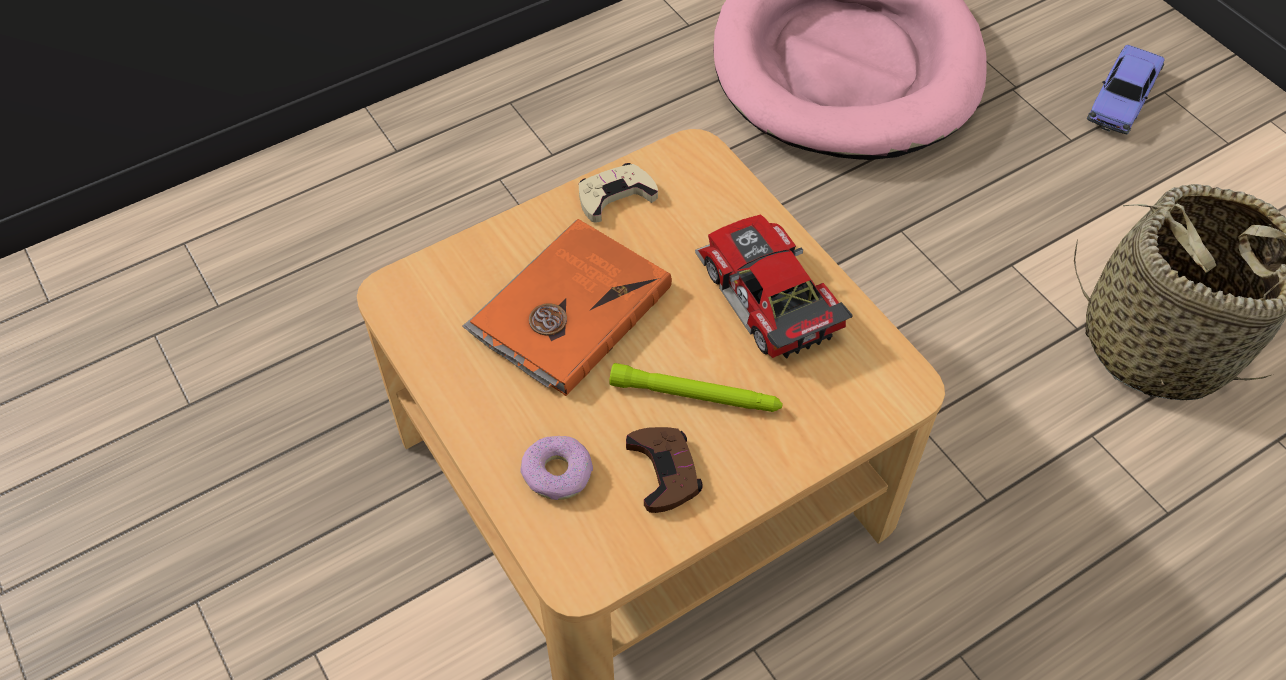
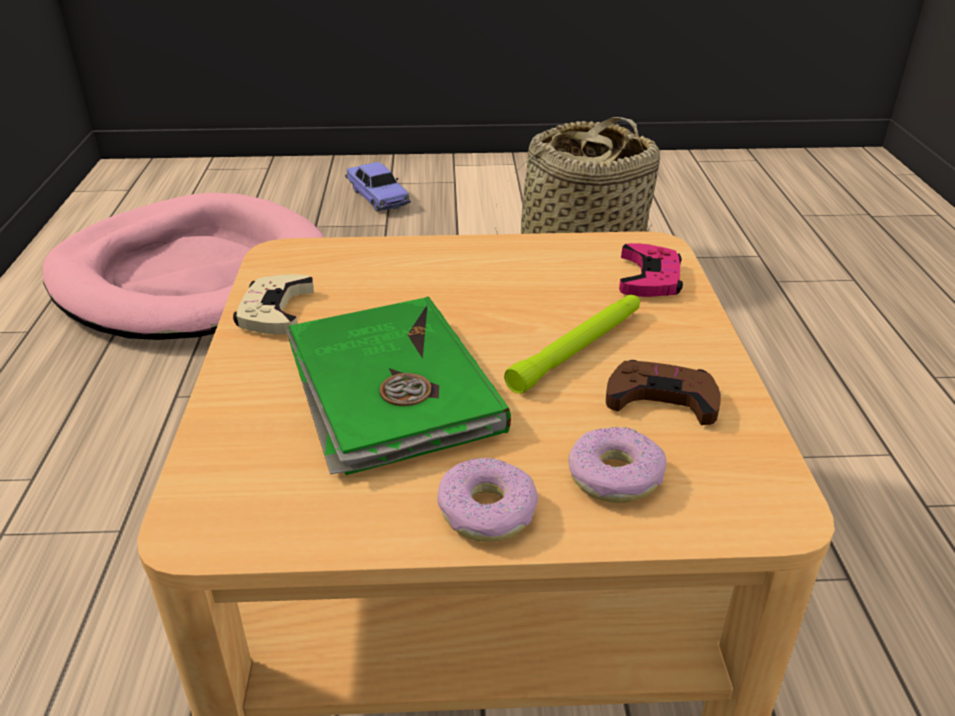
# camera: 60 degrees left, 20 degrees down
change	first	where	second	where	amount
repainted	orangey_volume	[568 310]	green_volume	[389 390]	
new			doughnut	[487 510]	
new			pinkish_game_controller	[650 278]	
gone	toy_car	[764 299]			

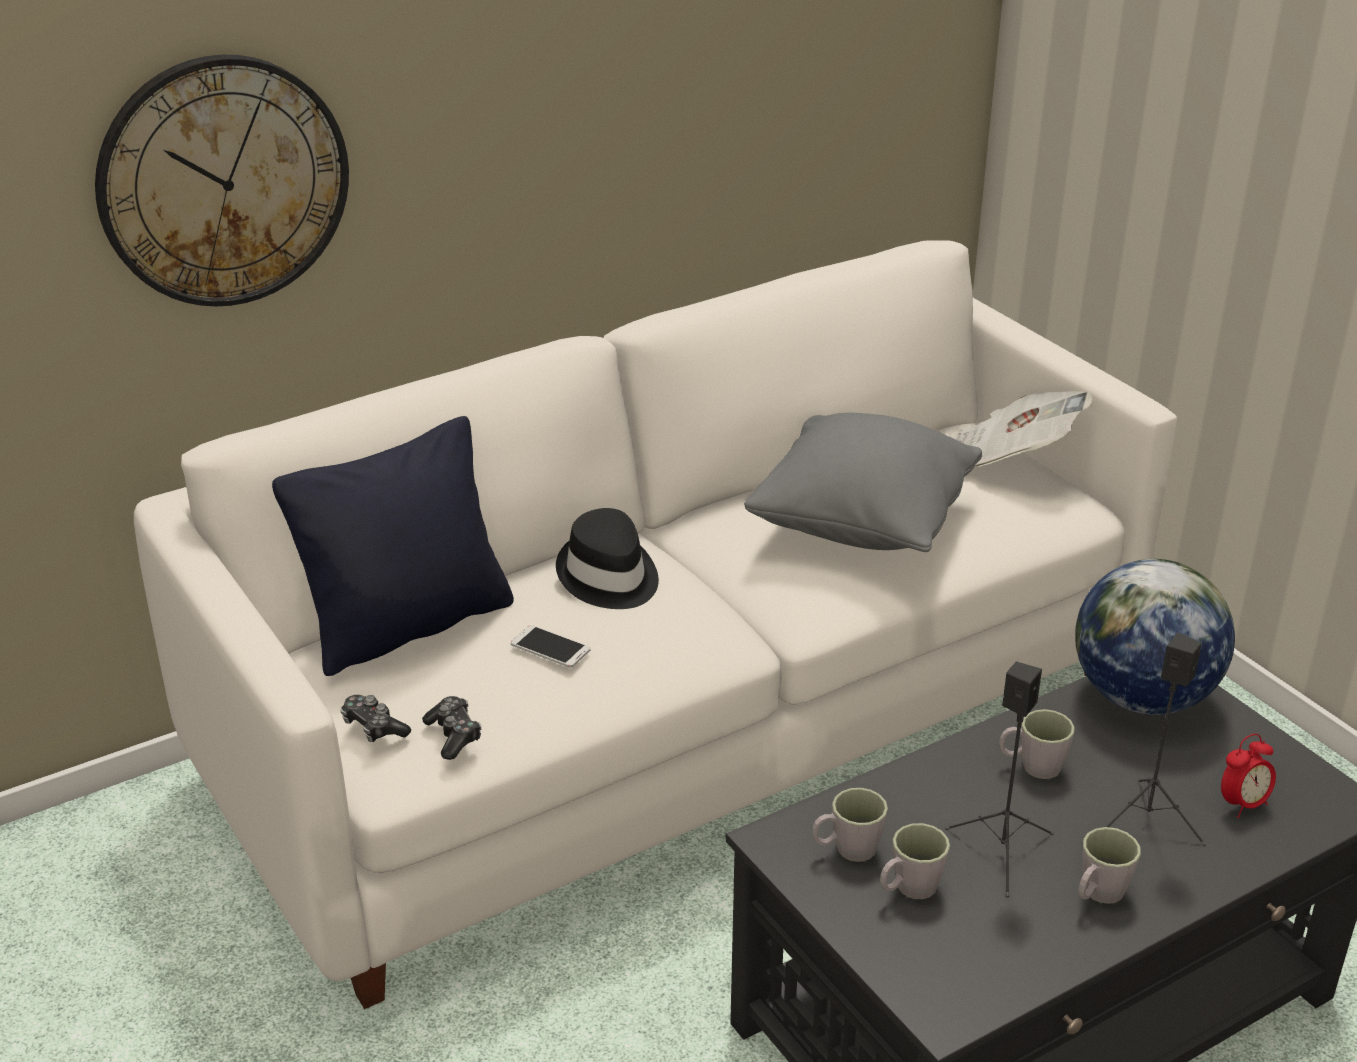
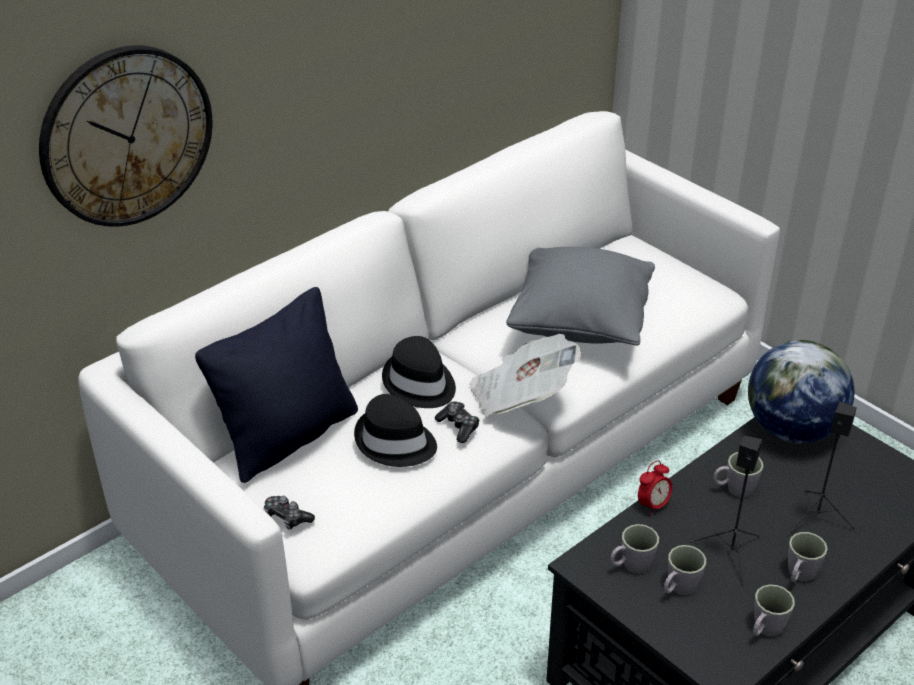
# camera: 10 degrees left, 5 degrees up
change	first	where	second	where	amount
swapped	handset	[550 647]	blackish_wearable_hat	[395 442]	
shifted	game_controller	[454 735]		[458 426]	
shifted	newspaper	[1010 457]		[521 396]	
shifted	alarm_clock	[1243 804]		[653 505]	
new			greyish_tea_mug	[765 629]	

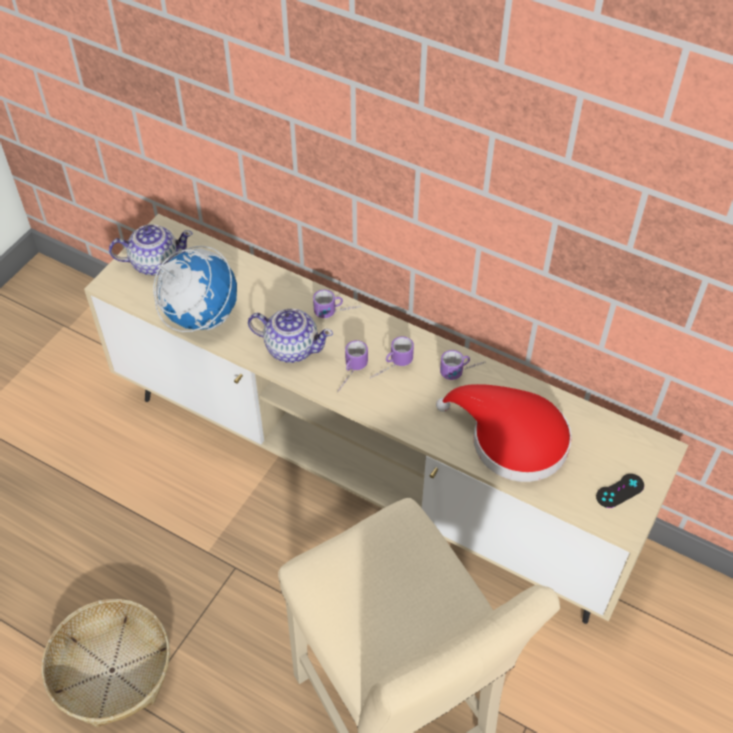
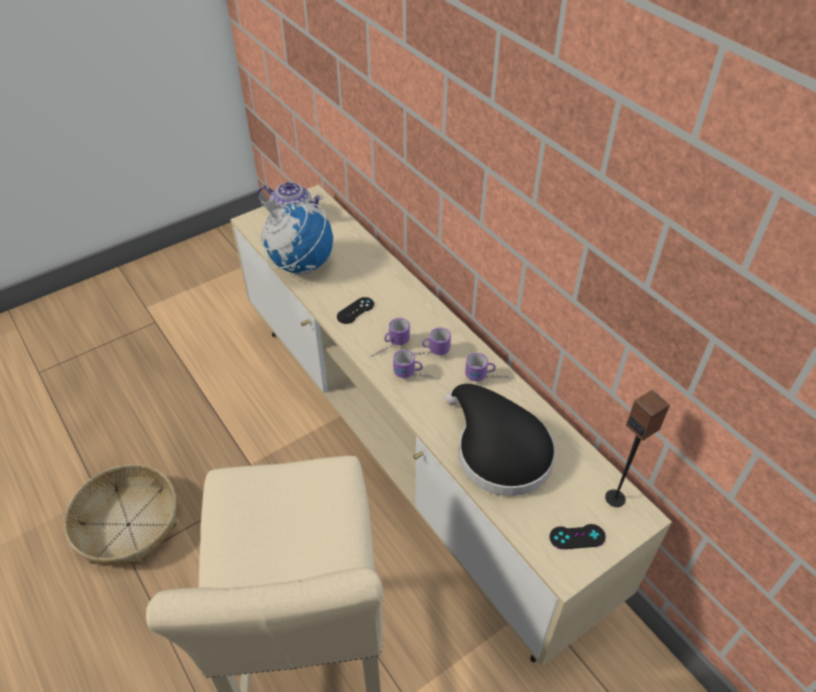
# camera: 25 degrees right, 5 degrees down
change	first	where	second	where	amount
swapped	tea_pot	[291 347]	blackish_game_controller	[355 310]	
shifted	tea_mug	[337 312]		[416 377]	
repainted	red-coloured_wearable_hat	[511 439]	blackish_wearable_hat	[498 451]	
new			speaker	[615 498]	

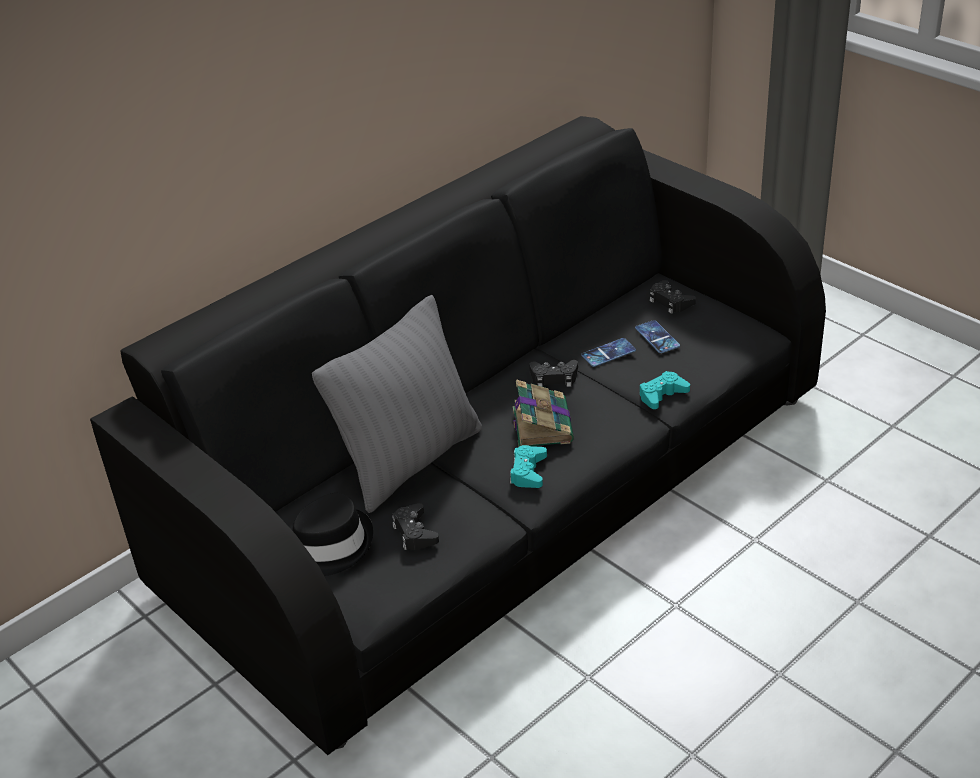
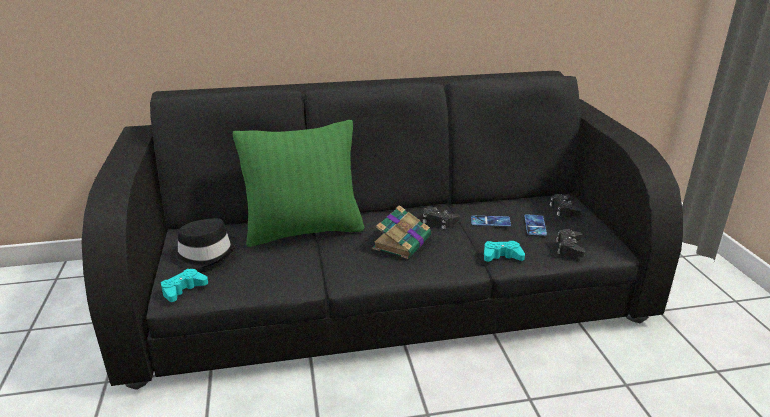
# camera: 30 degrees right, 10 degrees down
change	first	where	second	where	amount
shifted	turquoise_game_controller	[528 472]		[183 289]	
repainted	greyish_throw_pillow	[410 461]	green_throw_pillow	[304 231]	
shifted	blackish_game_controller	[415 532]		[569 247]	

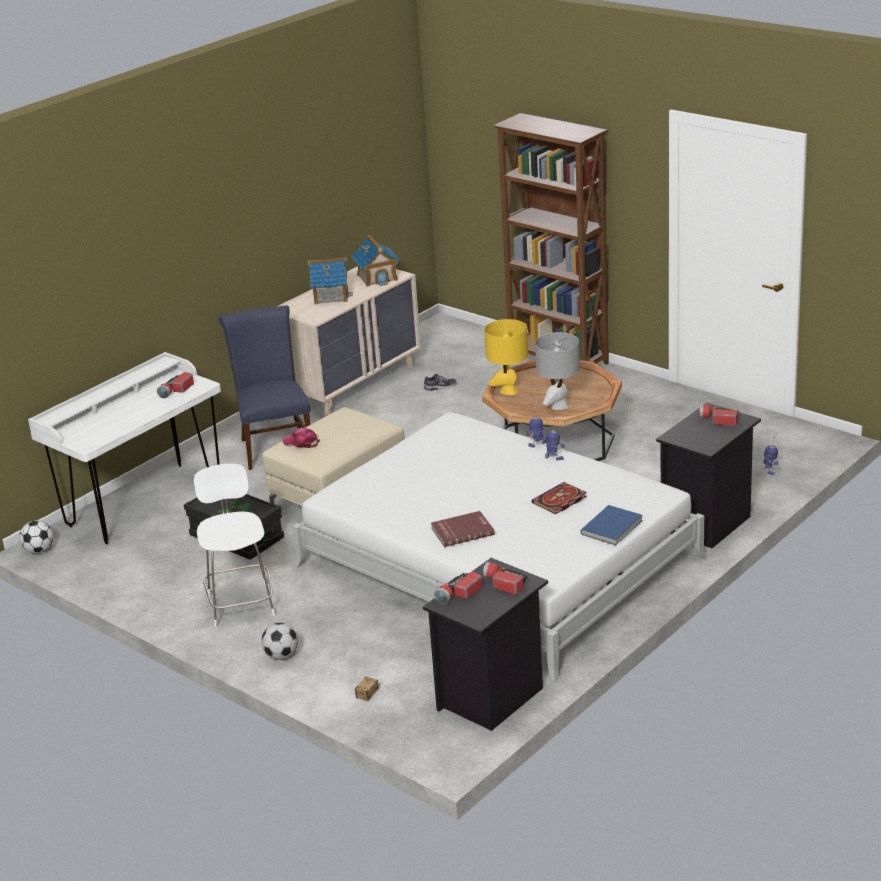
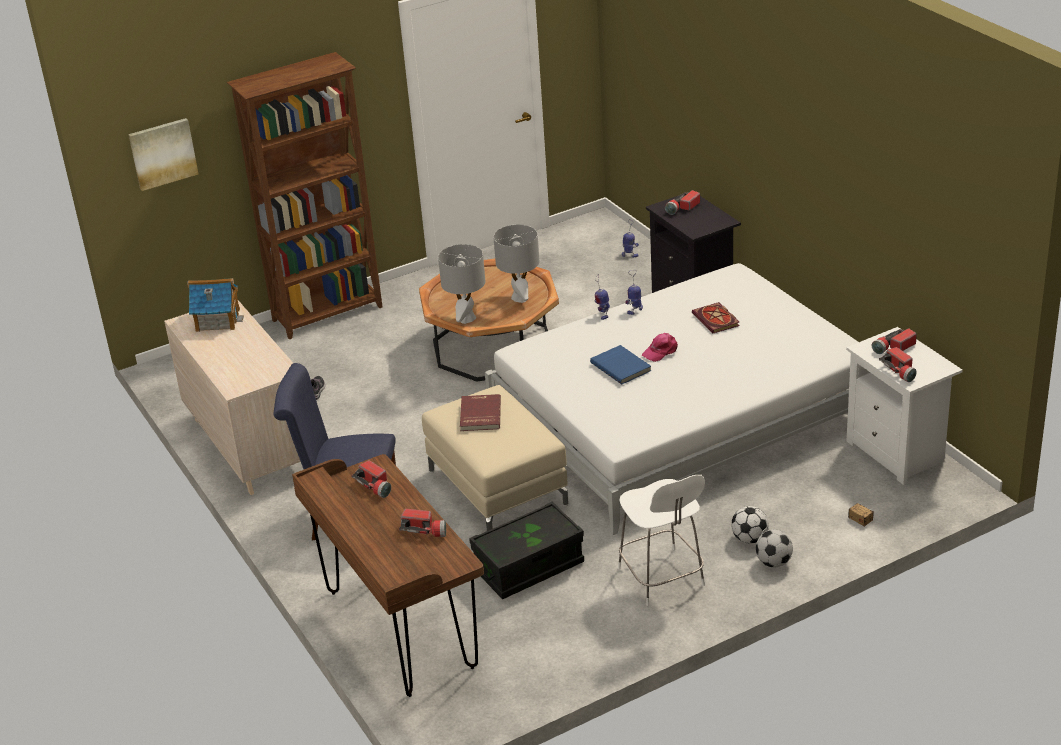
# camera: 70 degrees left, 5 degrees up
change	first	where	second	where	amount
new			wall_art	[163 153]	
repainted	white_desk	[144 503]	brown_desk	[399 630]	
new			hand_torch	[424 530]	
repainted	yellow_tabletop_lamp	[508 391]	greyish_tabletop_lamp	[466 318]	
shifted	red-coloured_volume	[462 531]		[479 415]	
shifted	blue_volume	[612 527]		[621 366]	
rotated	white_chair	[241 603]		[662 578]	120 degrees counterclockwise
shifted	pinkish_cap	[301 442]		[661 351]	
shifted	football_ball	[39 550]		[749 539]	
repainted	blackish_night_table	[492 698]	white_night_table	[898 452]	
gone	miniature_house	[330 296]			

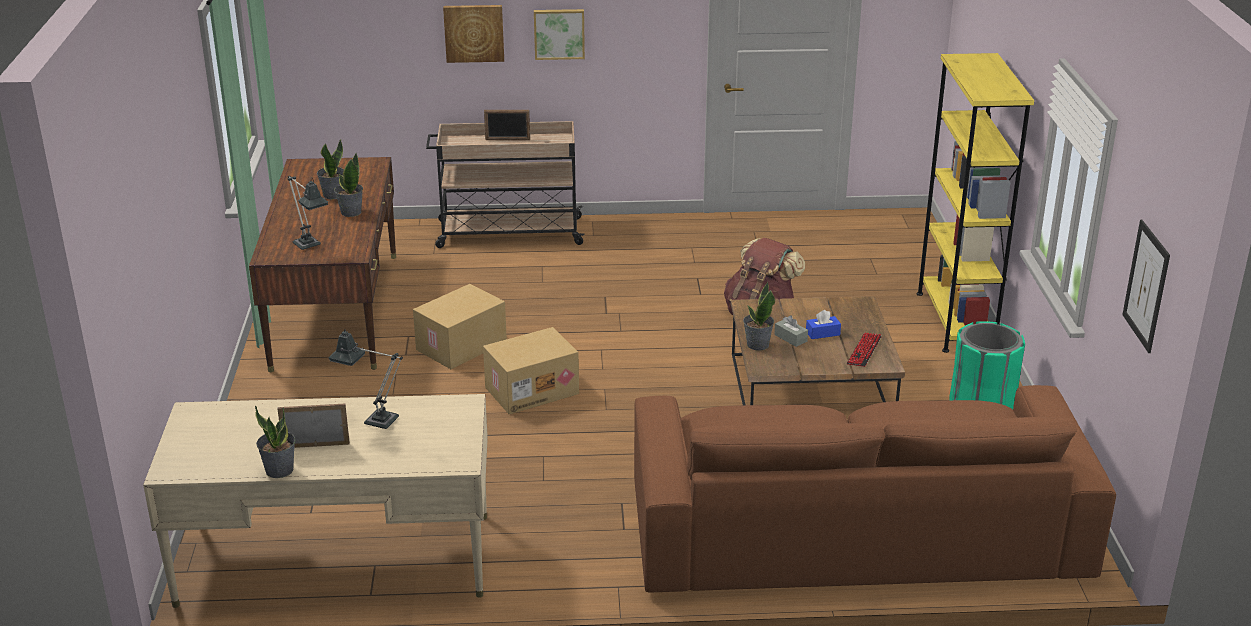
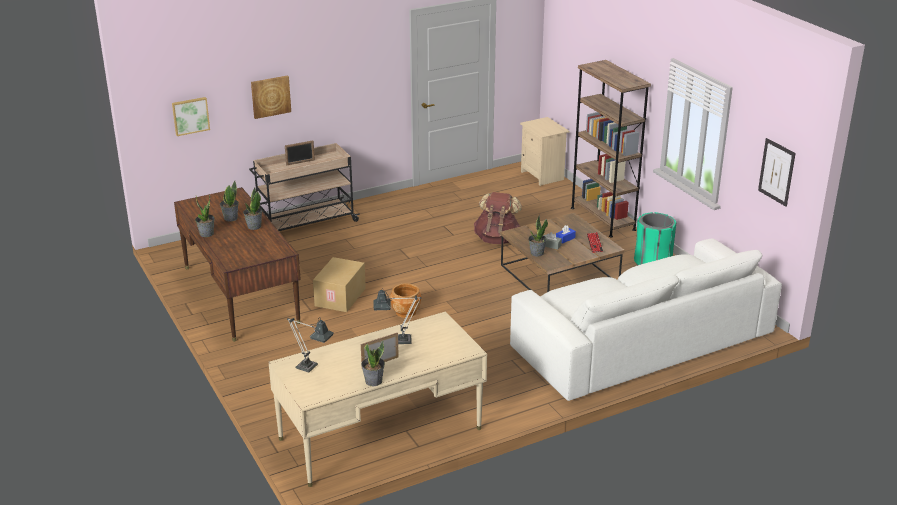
# camera: 25 degrees left, 0 degrees up
change	first	where	second	where	amount
shifted	wall_art	[559 33]		[190 115]	
new			houseplant	[206 234]	
shifted	tabletop_lamp	[309 246]		[311 368]	
swapped	carton	[532 390]	brown_planter	[406 312]	
repainted	brown_settee	[855 528]	white_settee	[641 340]	
new			beige_night_table	[543 175]	
repainted	yellow_bookcase	[955 321]	brown_bookcase	[602 219]	

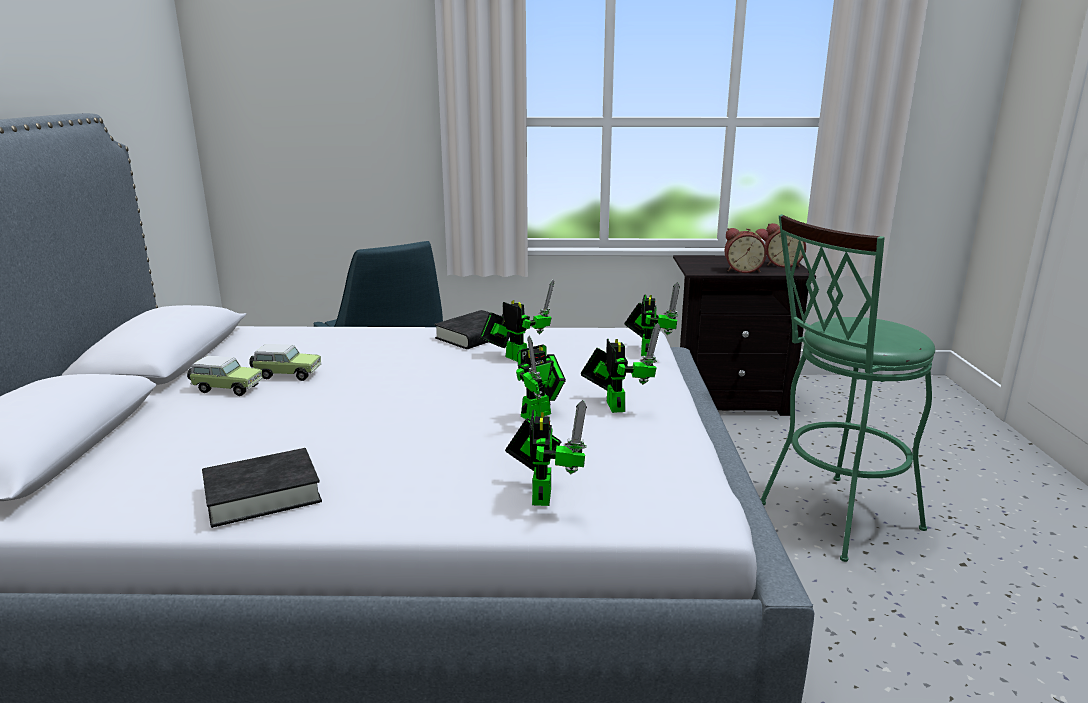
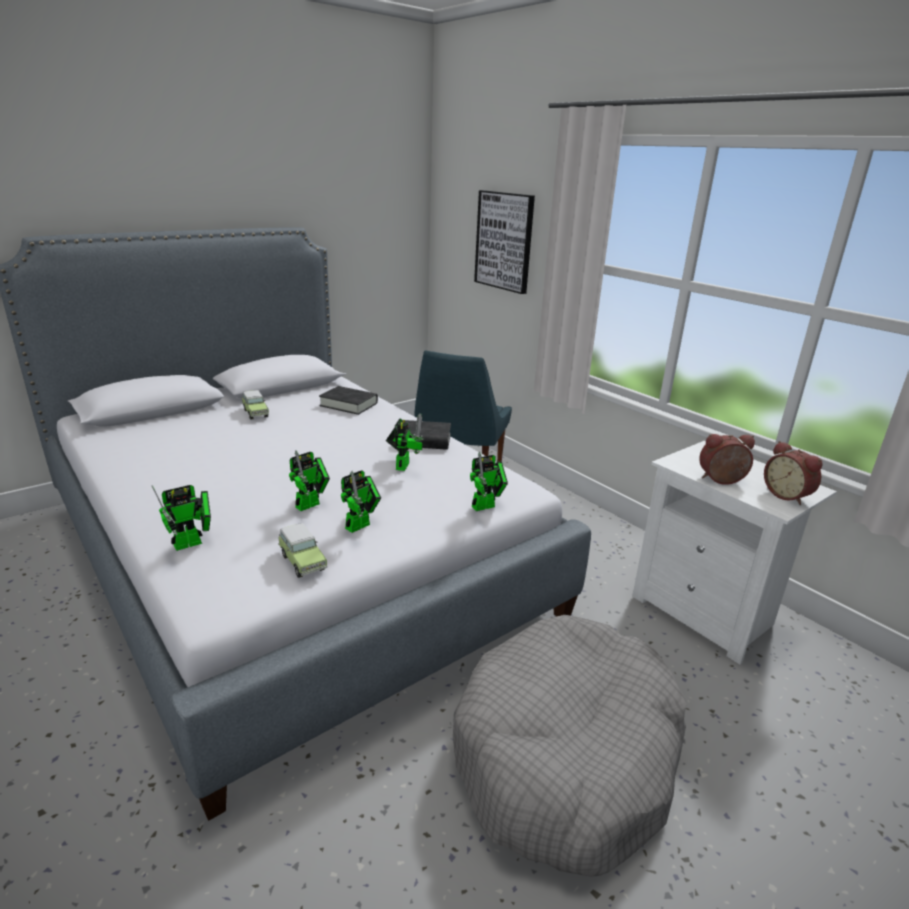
# camera: 50 degrees right, 5 degrees up
change	first	where	second	where	amount
shifted	toy_car	[286 375]		[302 561]	
rotated	robot_figure	[540 413]		[311 504]	60 degrees counterclockwise
shifted	blackish_volume	[262 494]		[348 404]	
swapped	green_stool	[829 519]	greyish_pet_bed	[566 755]	
new			wall_art	[504 241]	
repainted	blackish_night_table	[729 399]	white_night_table	[706 612]	
rotated	alarm_clock	[743 270]		[722 481]	120 degrees clockwise

